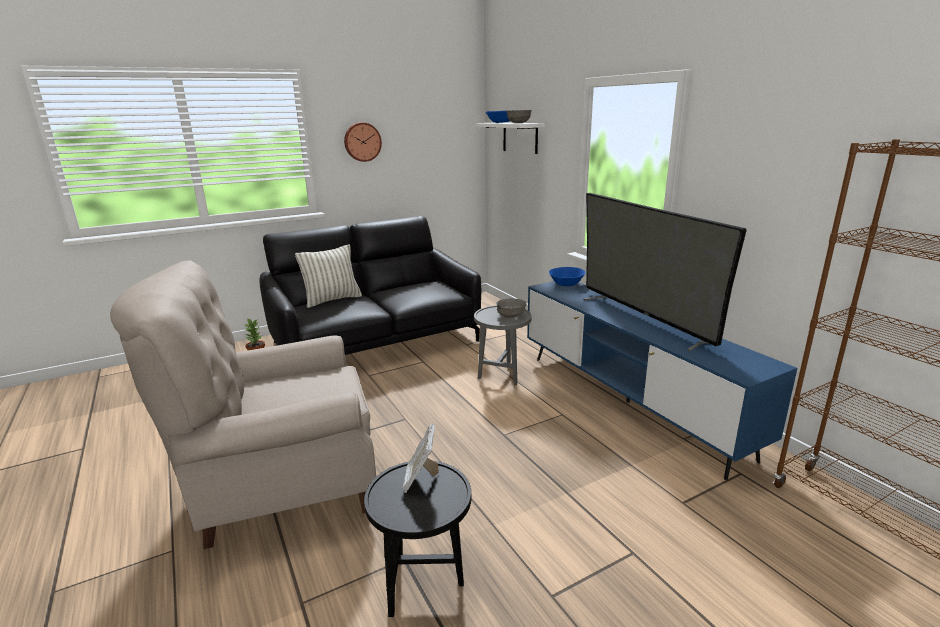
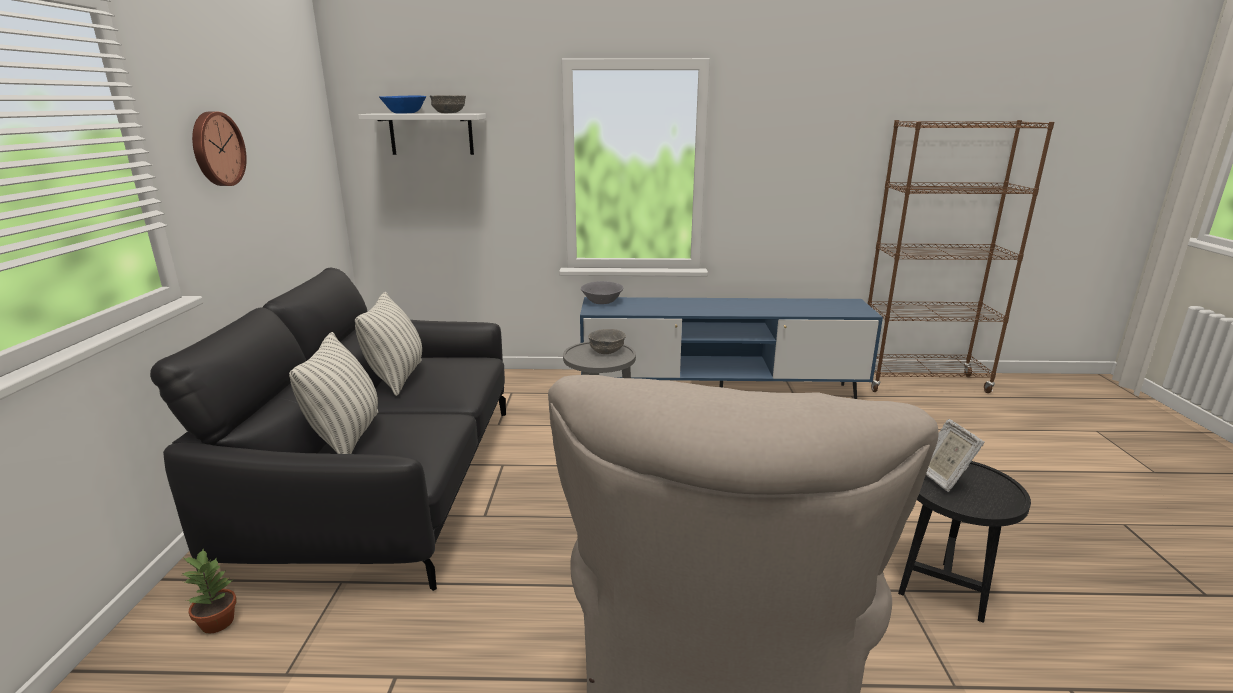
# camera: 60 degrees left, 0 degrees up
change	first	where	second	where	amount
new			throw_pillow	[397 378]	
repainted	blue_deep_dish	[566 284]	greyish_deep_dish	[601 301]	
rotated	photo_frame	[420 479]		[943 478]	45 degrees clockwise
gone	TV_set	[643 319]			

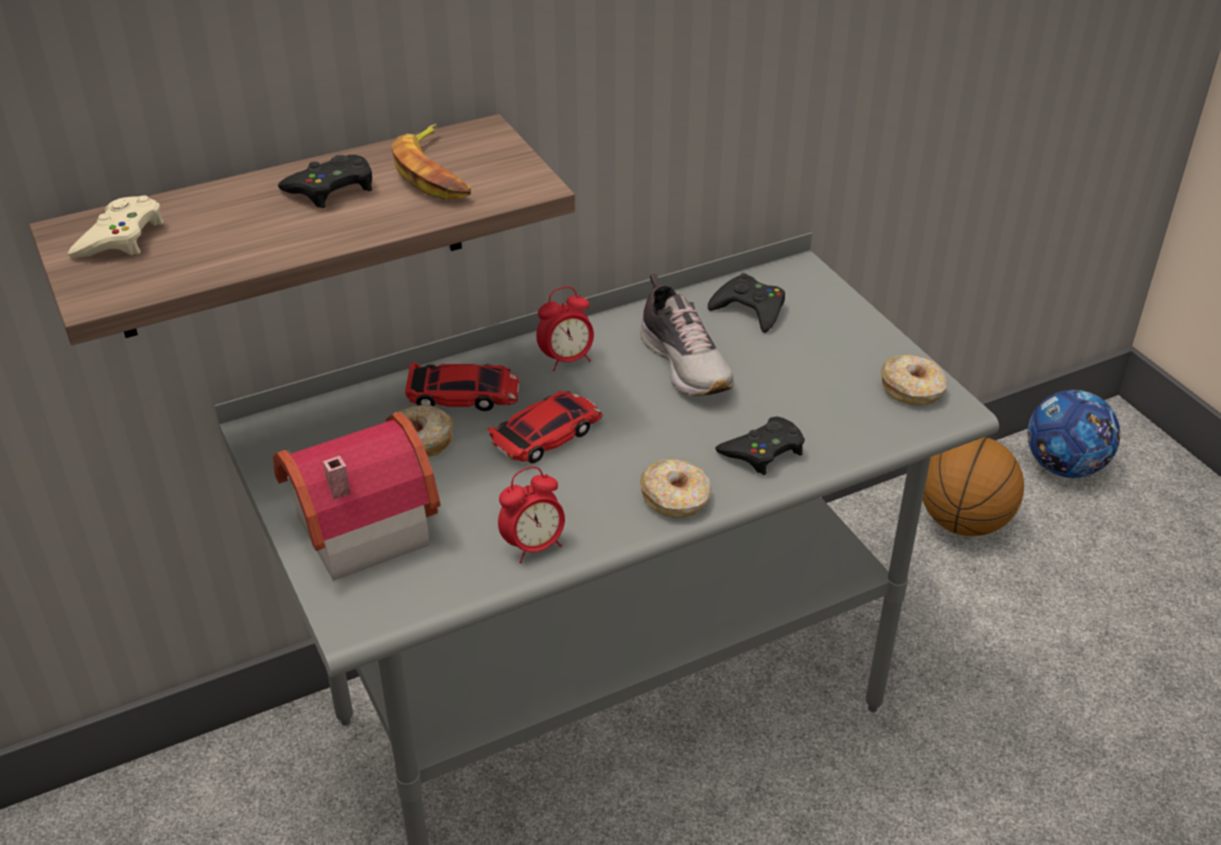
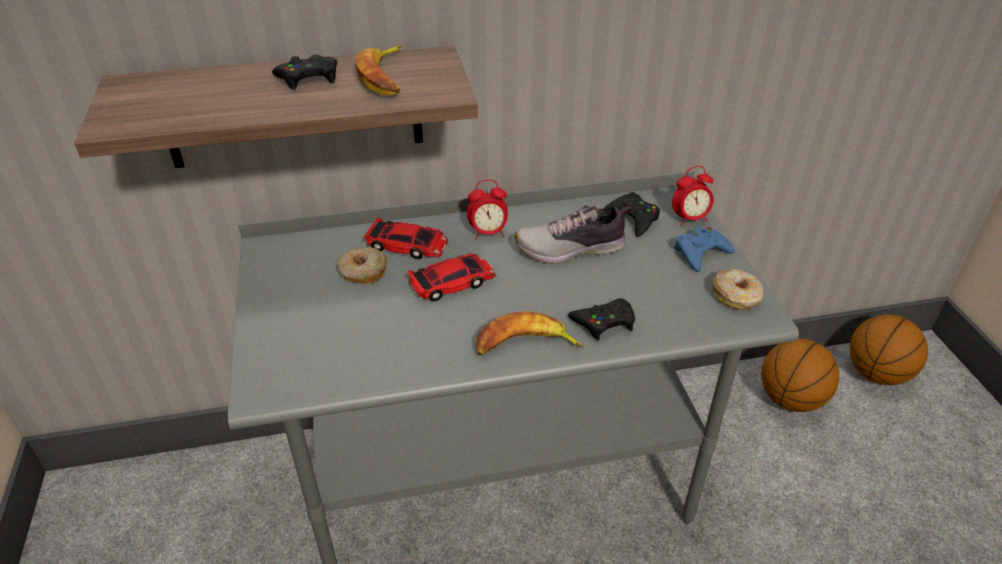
# camera: 15 degrees right, 0 degrees up
change	first	where	second	where	amount
swapped	doughnut	[676 498]	banana	[525 345]	
rotated	item_of_footwear	[686 363]		[571 249]	90 degrees clockwise
shifted	alarm_clock	[534 546]		[689 219]	
new			blue_game_controller	[700 252]	
swapped	football_ball	[1064 466]	ball_for_basketball	[877 373]	
gone	beige_game_controller	[121 237]			
gone	miniature_house	[356 526]			

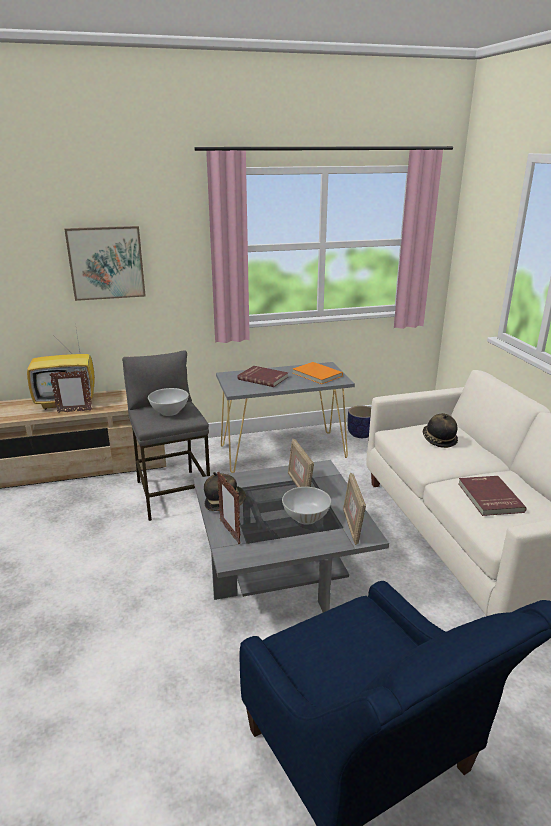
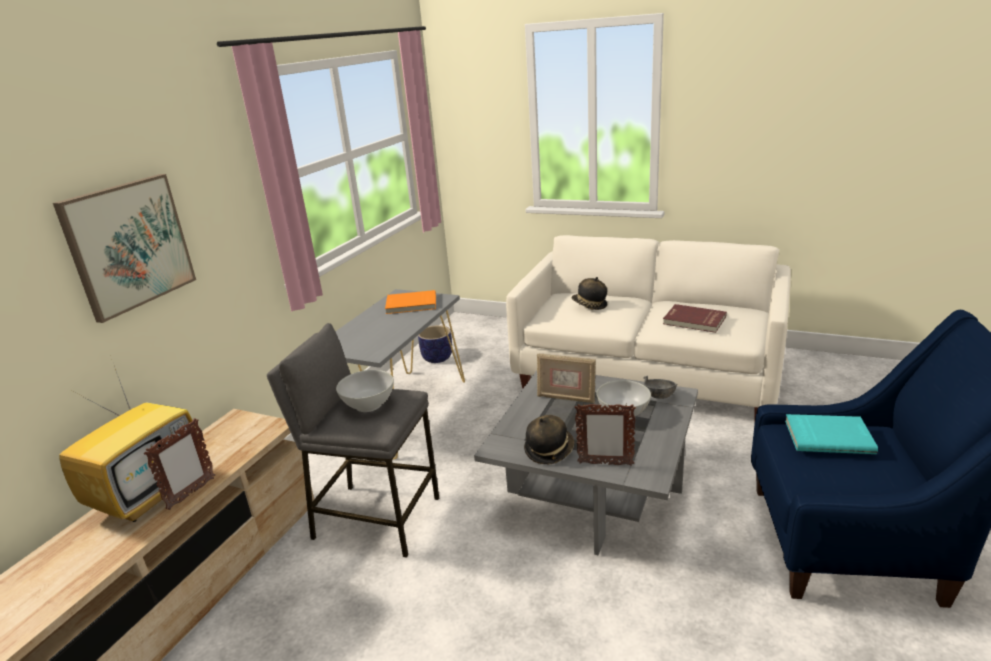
# camera: 50 degrees left, 0 degrees up
change	first	where	second	where	amount
swapped	photo_frame	[352 526]	greyish_deep_dish	[659 396]	
new			turquoise_volume	[828 436]	
gone	red-coloured_volume	[263 378]			

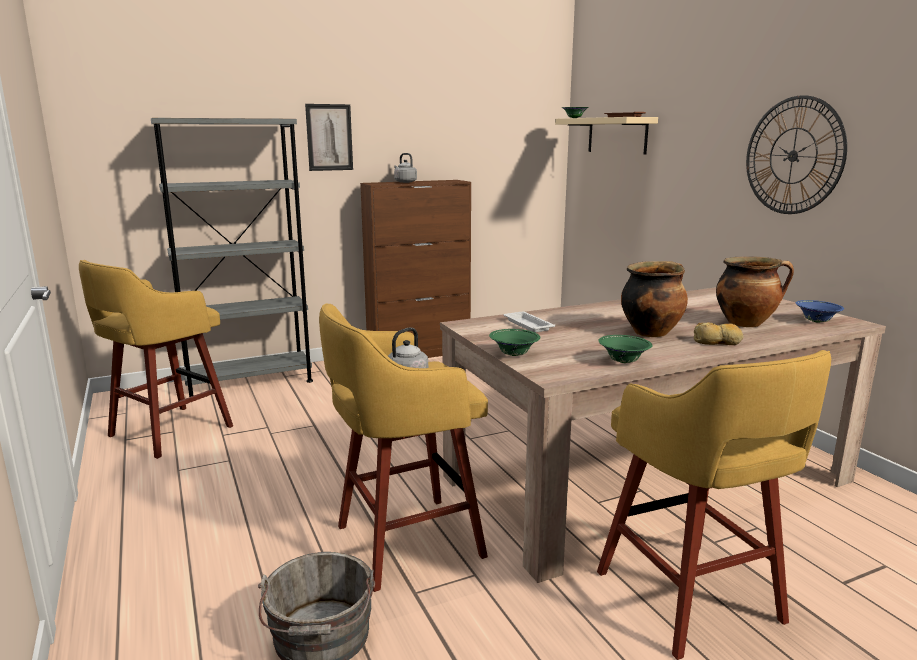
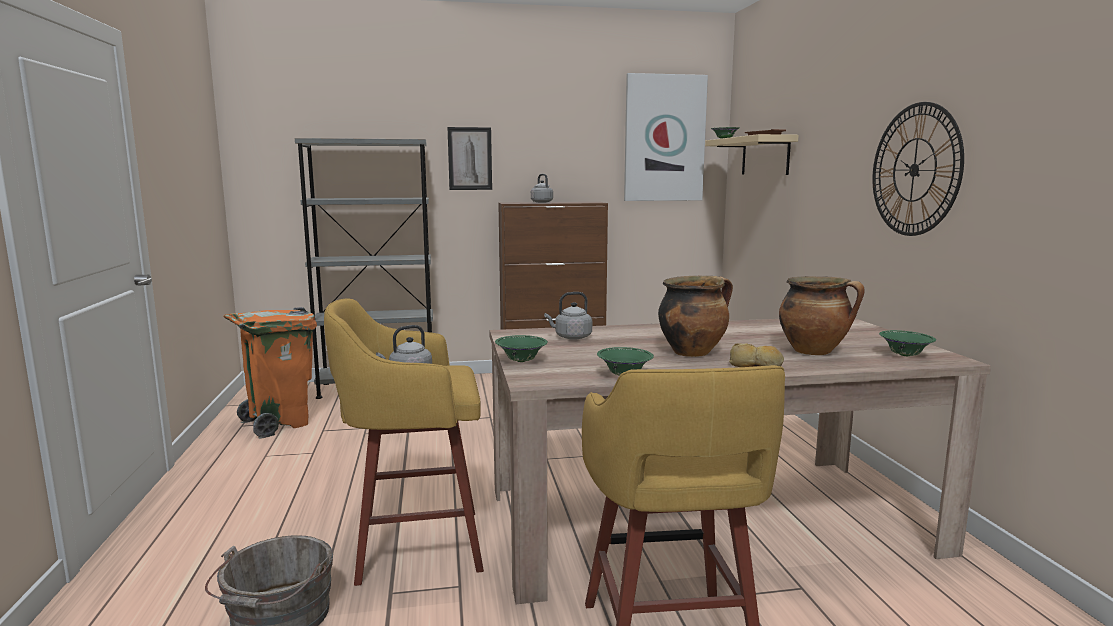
# camera: 15 degrees right, 5 degrees down
change	first	where	second	where	amount
swapped	yellow_stool	[167 432]	orangey_trash_can	[279 423]	
swapped	white_tray	[527 325]	greyish_water_kettle	[571 337]	
new			wall_art	[664 138]	
repainted	blue_deep_dish	[816 321]	green_deep_dish	[904 355]	

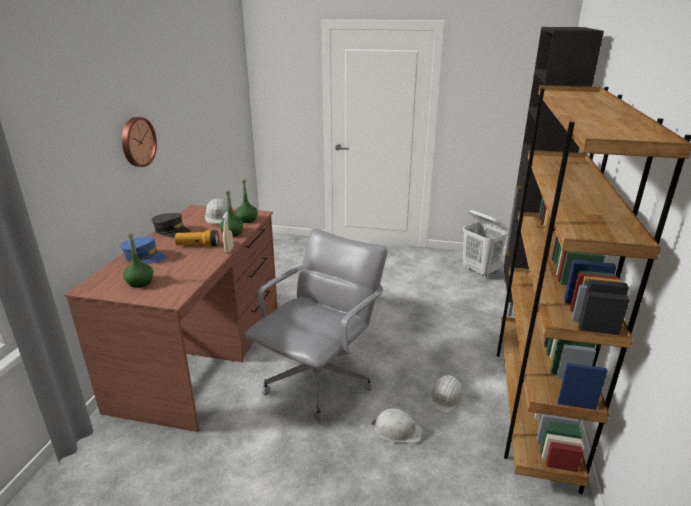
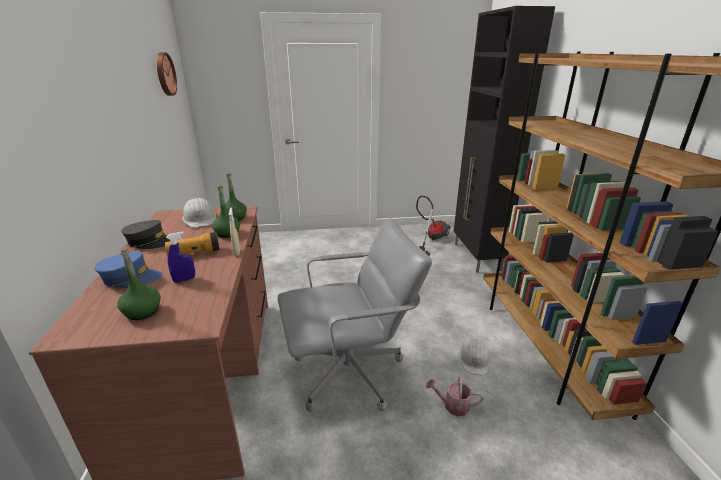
# camera: 20 degrees left, 0 degrees up
change	first	where	second	where	amount
shifted	hanging_clock	[137 142]		[164 74]	
new			blue_sprayer	[184 280]	
rotated	greyish_desk_chair	[320 380]		[350 373]	60 degrees clockwise
swapped	white_hamper	[480 271]	hoover	[431 239]	
swapped	white_work_helmet	[397 430]	watering_pot	[452 405]	

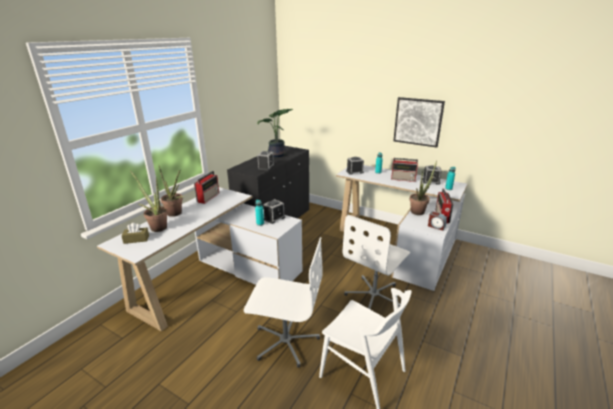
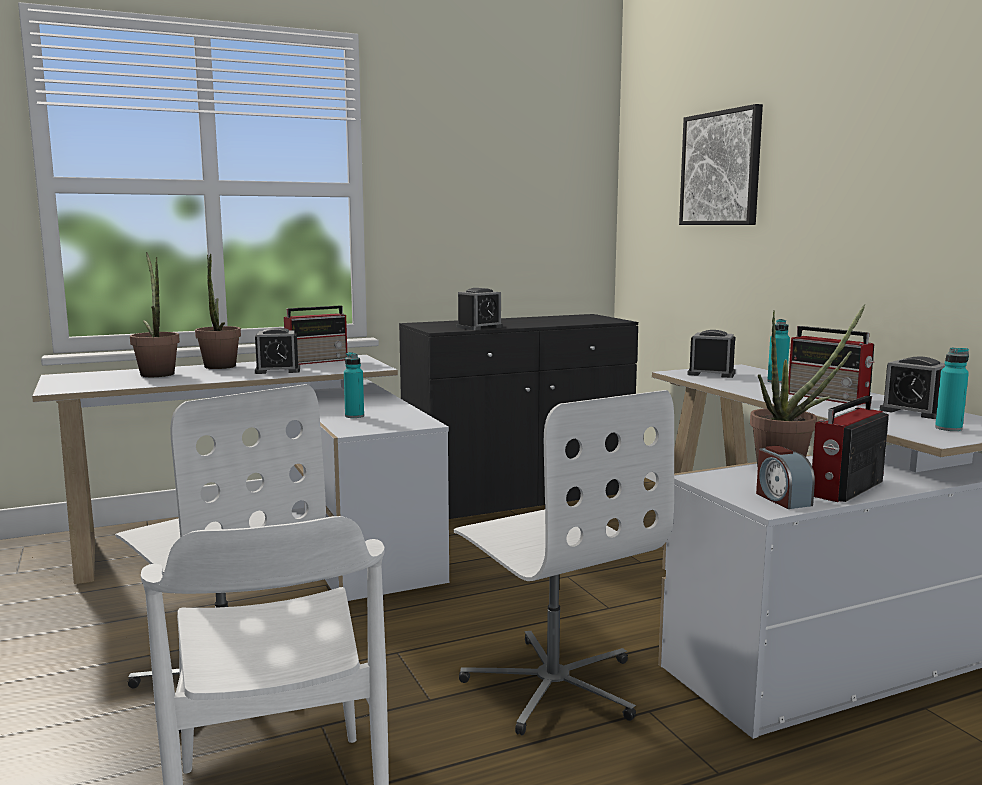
# camera: 35 degrees right, 15 degrees down
change	first	where	second	where	amount
shifted	alarm_clock	[274 218]		[277 370]	
rotated	white_desk_chair	[374 296]		[553 685]	105 degrees counterclockwise
shifted	wall_art	[418 121]		[721 168]	
gone	brown_box_of_tissues	[136 239]			
gone	houseplant	[277 155]			

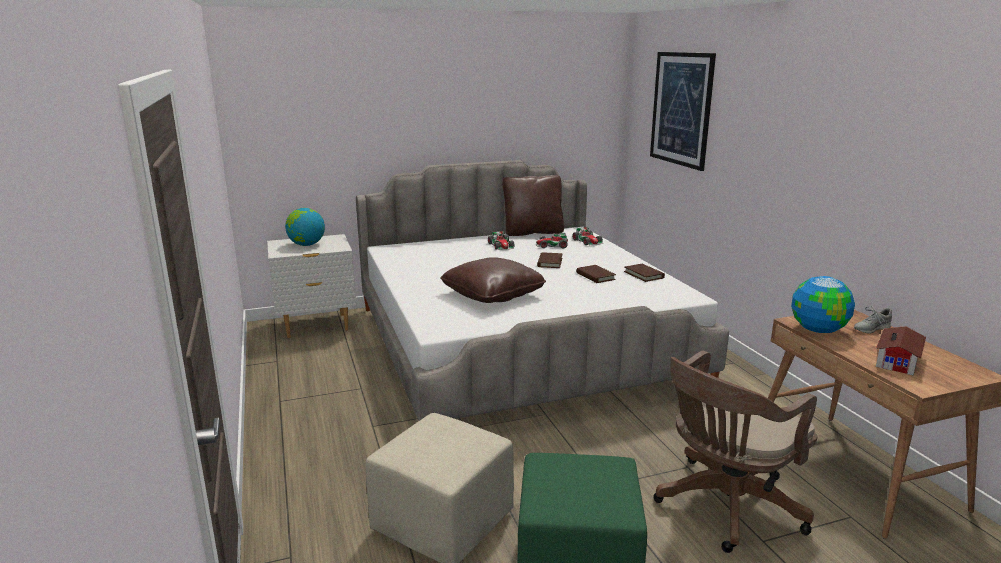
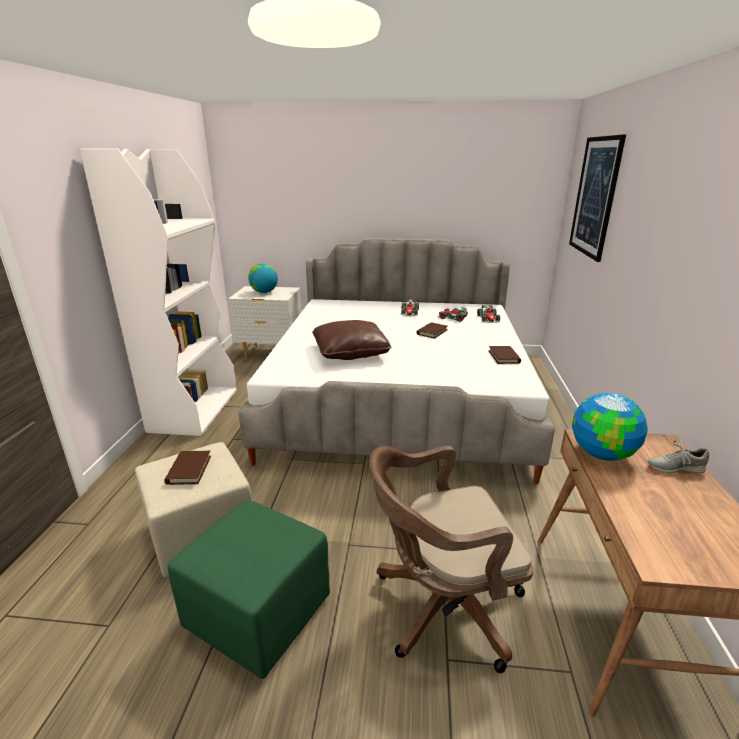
# camera: 25 degrees right, 5 degrees up
change	first	where	second	where	amount
new			white_bookcase	[194 409]	
shifted	brown_volume	[595 276]		[189 470]	
gone	brown_throw_pillow	[533 232]			
gone	miniature_house	[899 360]			

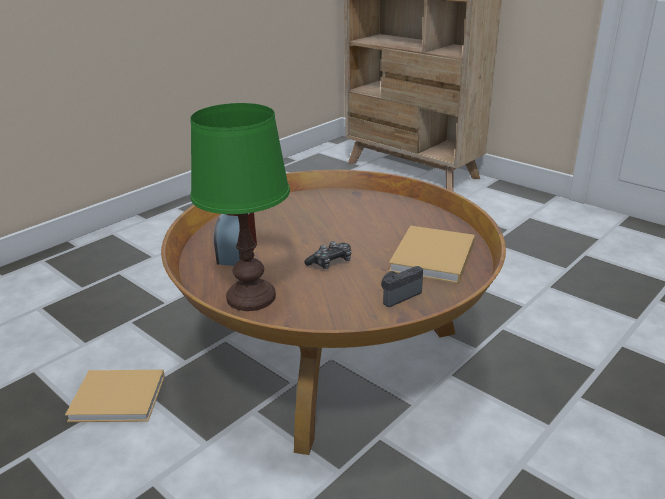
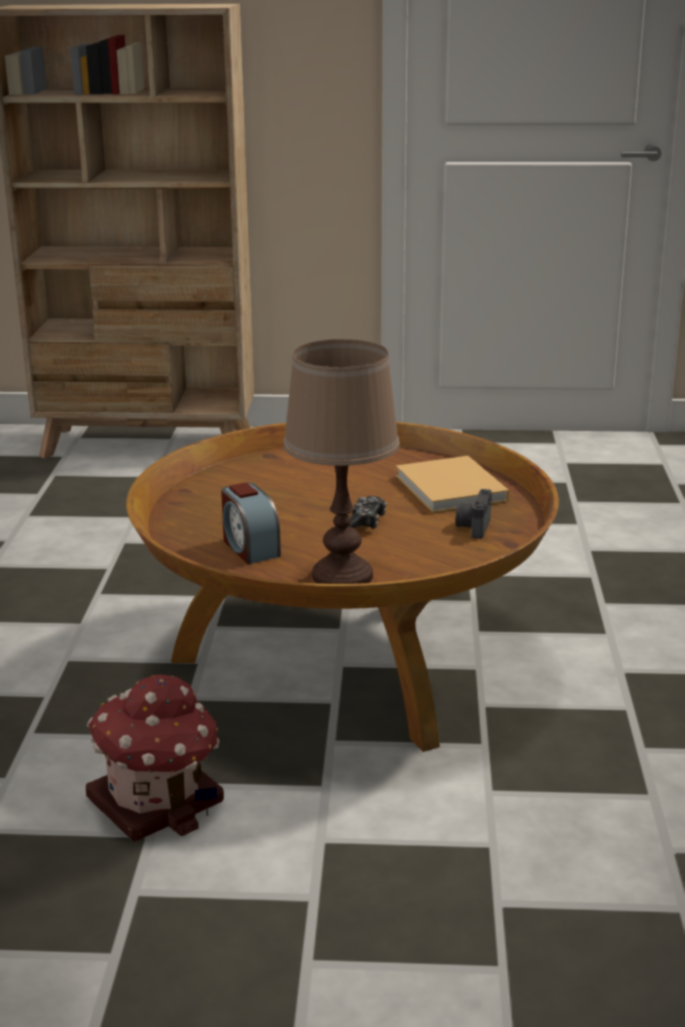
# camera: 40 degrees left, 5 degrees down
change	first	where	second	where	amount
swapped	beige_volume	[121 398]	miniature_house	[158 800]	
repainted	green_tabletop_lamp	[251 297]	brown_tabletop_lamp	[341 575]	

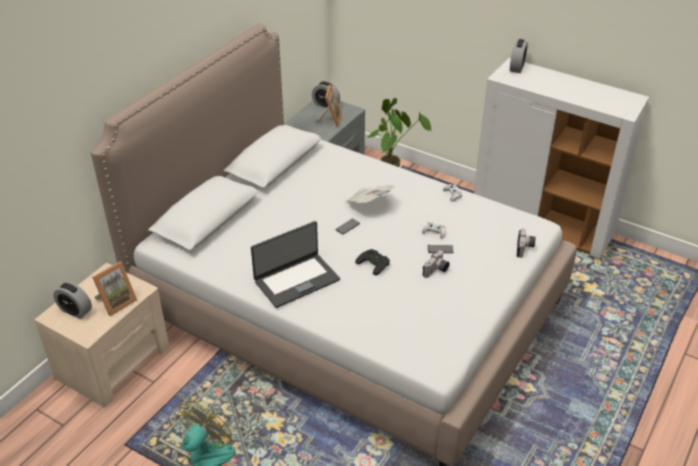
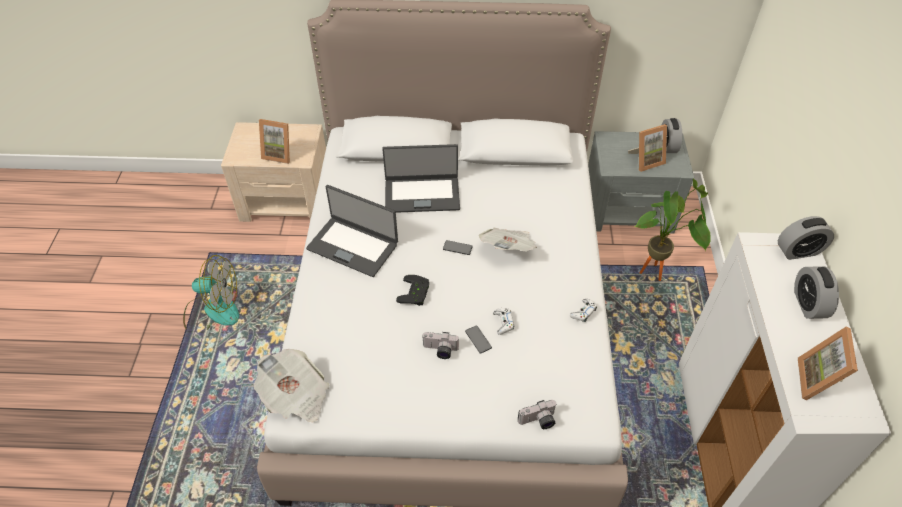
# camera: 60 degrees right, 10 degrees up
change	first	where	second	where	amount
new			newspaper	[296 396]	
new			portable_computer	[422 194]	
shifted	alarm_clock	[75 311]		[808 304]	
new			photo_frame	[820 382]	

